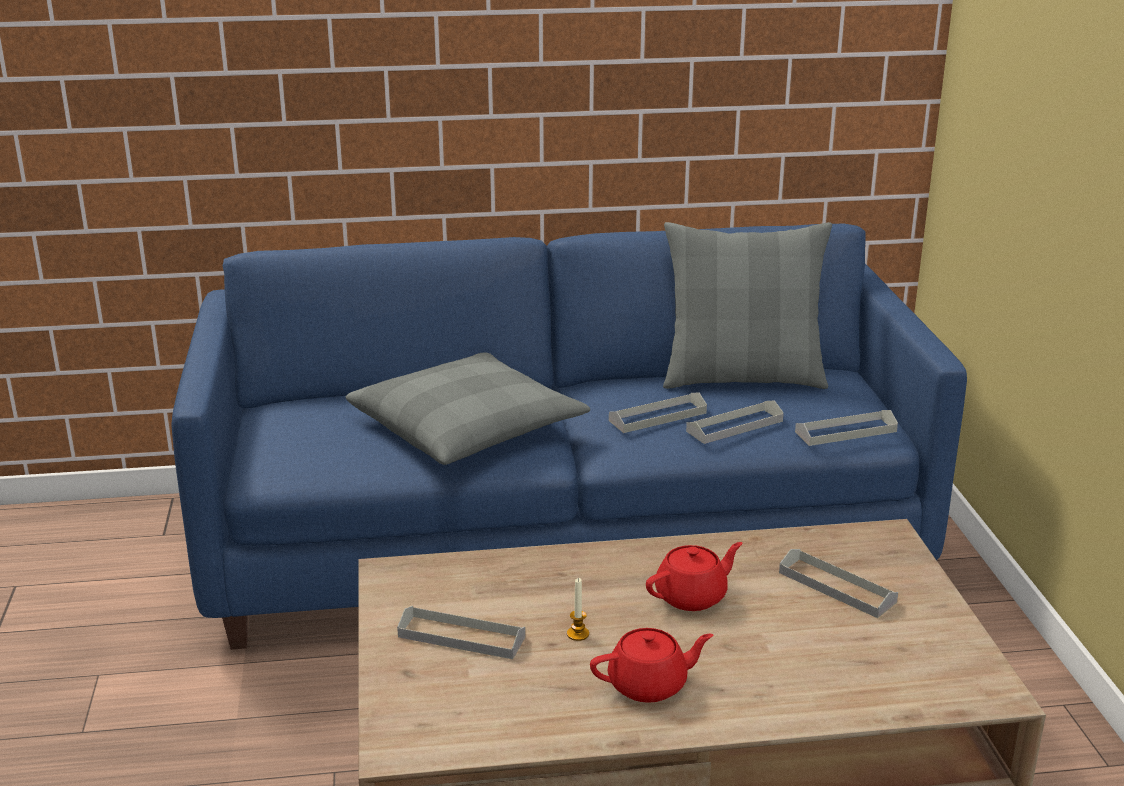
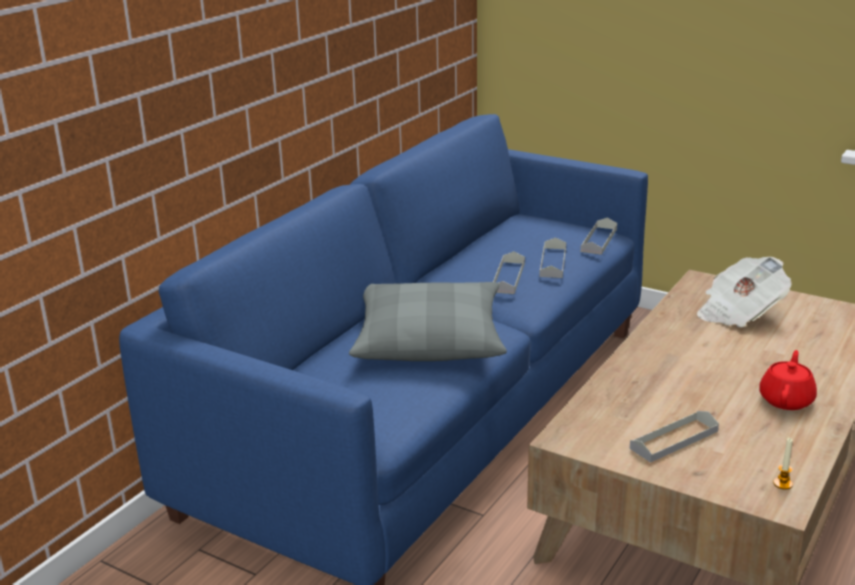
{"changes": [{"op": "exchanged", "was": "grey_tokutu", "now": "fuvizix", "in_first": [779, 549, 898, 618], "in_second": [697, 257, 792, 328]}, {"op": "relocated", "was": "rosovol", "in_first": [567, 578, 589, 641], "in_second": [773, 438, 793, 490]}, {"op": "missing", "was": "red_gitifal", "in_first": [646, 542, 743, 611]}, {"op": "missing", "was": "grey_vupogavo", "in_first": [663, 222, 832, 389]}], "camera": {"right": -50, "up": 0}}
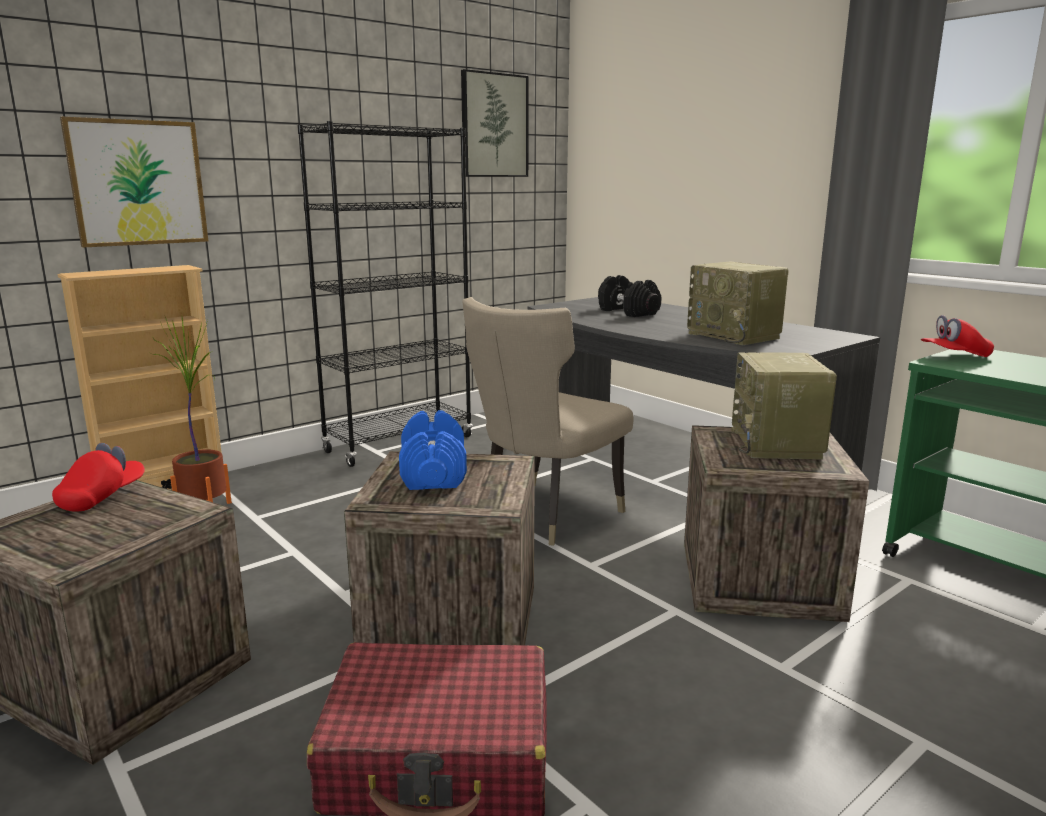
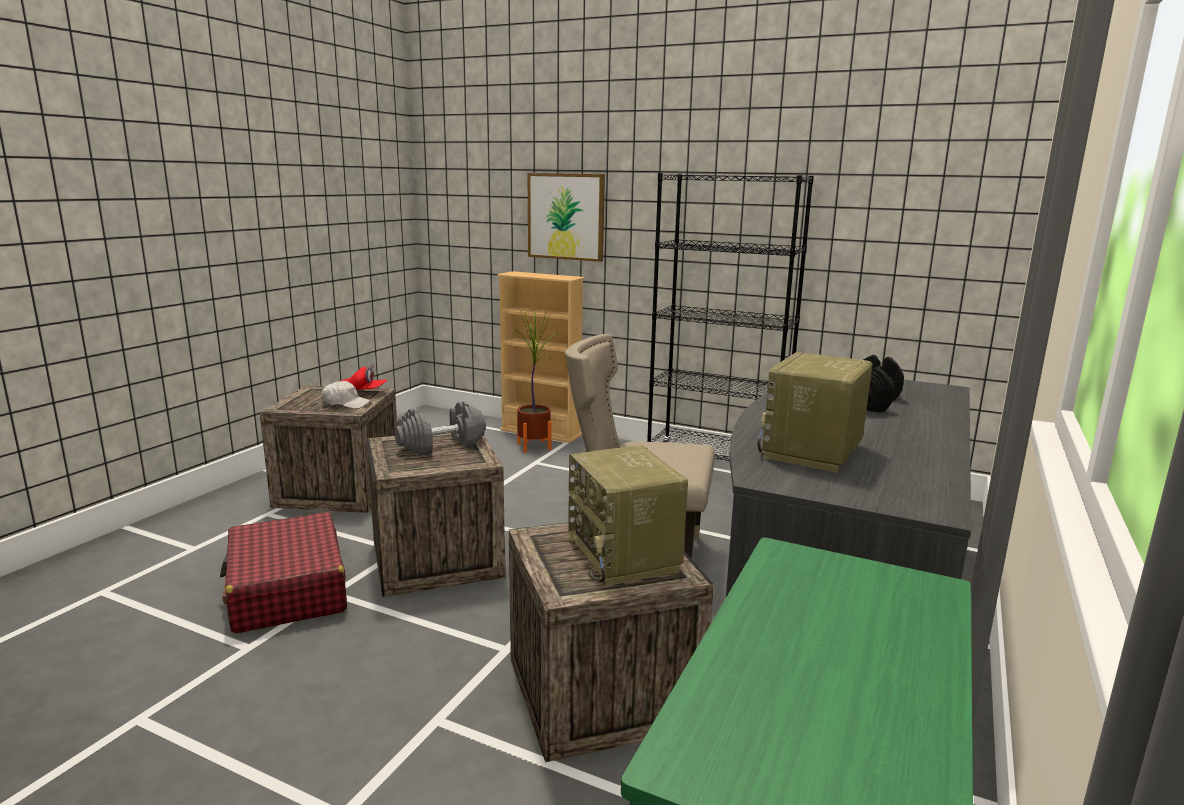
{"changes": [{"op": "appeared", "now": "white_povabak", "in_second": [321, 381, 371, 409]}, {"op": "colour", "was": "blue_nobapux", "now": "grey_nobapux", "in_first": [399, 410, 467, 490], "in_second": [395, 401, 486, 456]}, {"op": "spun", "was": "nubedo", "in_first": [731, 352, 837, 460], "in_second": [568, 445, 688, 586], "clockwise": -90}, {"op": "missing", "was": "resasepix", "in_first": [461, 69, 529, 177]}, {"op": "missing", "was": "red_povabak", "in_first": [921, 315, 994, 357]}], "camera": {"right": 65, "up": 0}}
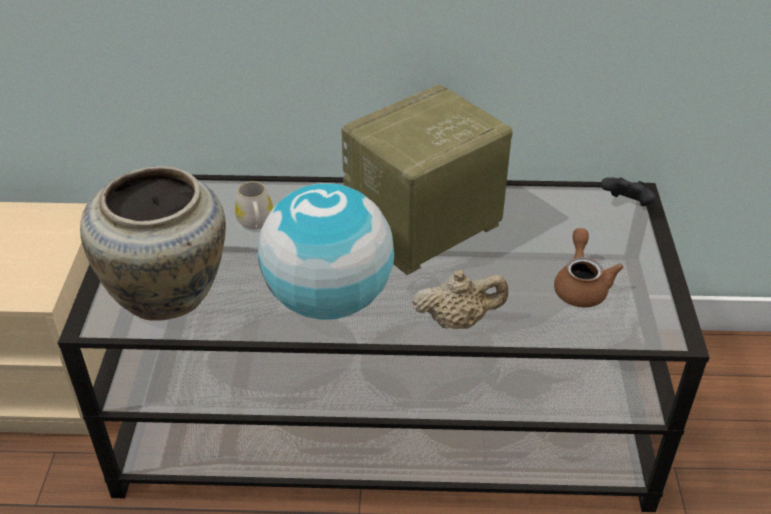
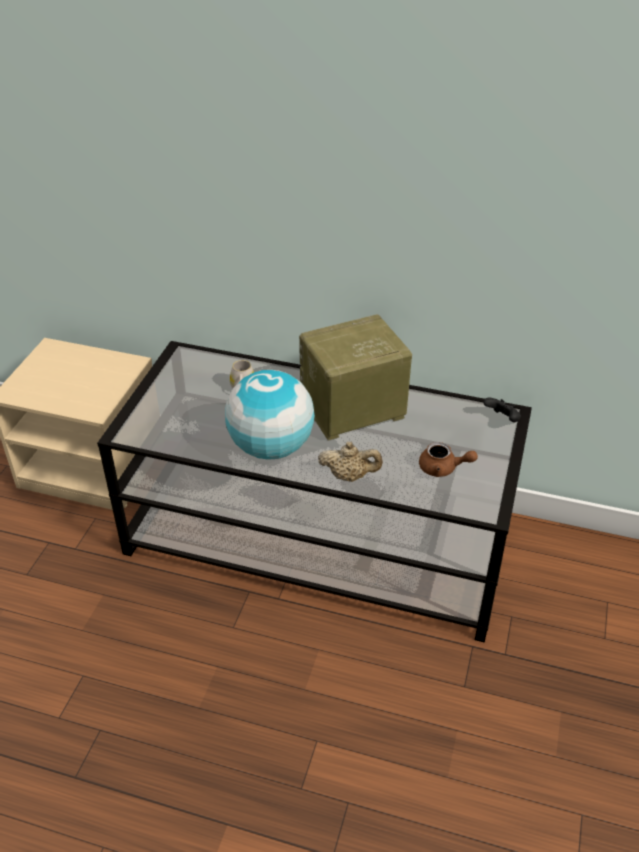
{"changes": [{"op": "spun", "was": "brown_gitifal", "in_first": [554, 228, 623, 308], "in_second": [419, 442, 478, 477], "clockwise": 90}, {"op": "missing", "was": "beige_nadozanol", "in_first": [80, 166, 226, 321]}], "camera": {"right": 15, "up": 0}}
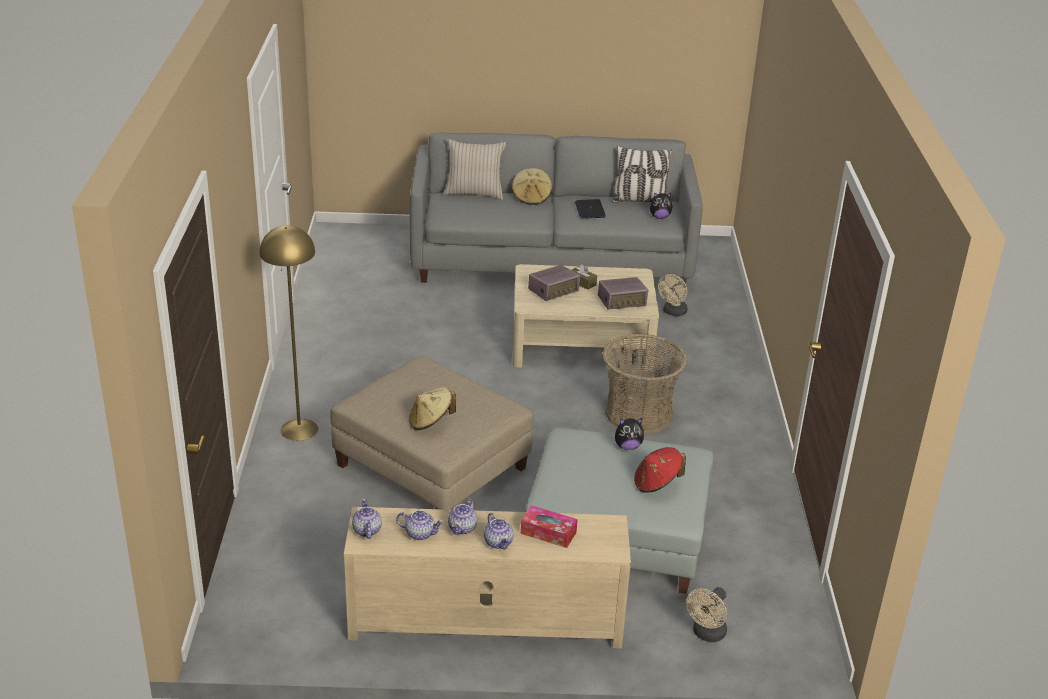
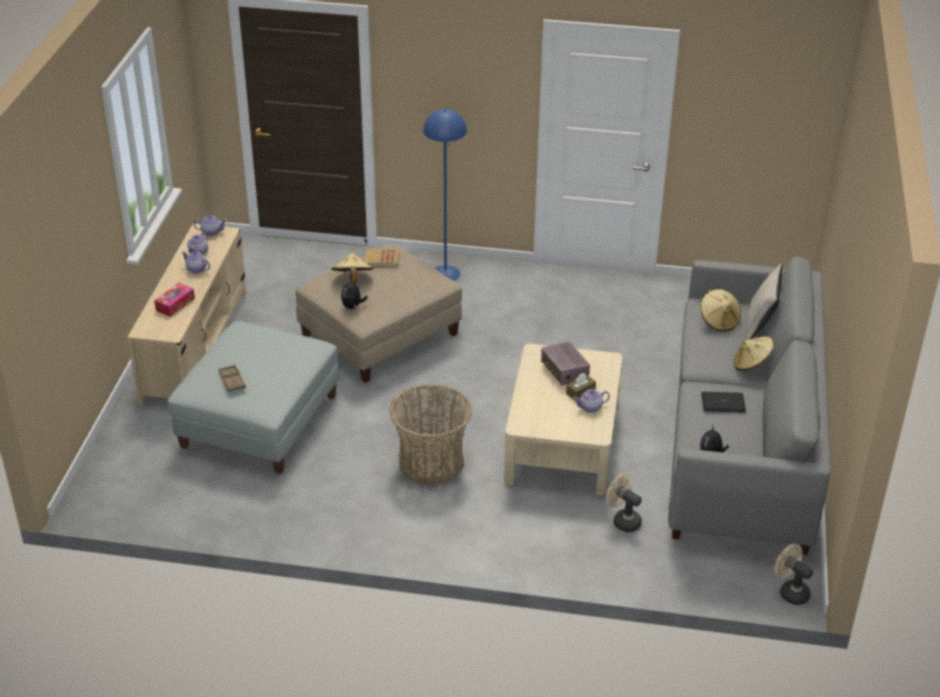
{"changes": [{"op": "exchanged", "was": "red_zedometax", "now": "brown_tokutu", "in_first": [634, 447, 686, 493], "in_second": [218, 365, 246, 392]}, {"op": "relocated", "was": "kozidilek", "in_first": [615, 418, 644, 450], "in_second": [341, 277, 368, 309]}, {"op": "appeared", "now": "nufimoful", "in_second": [365, 249, 400, 267]}, {"op": "colour", "was": "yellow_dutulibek", "now": "blue_dutulibek", "in_first": [260, 225, 318, 441], "in_second": [423, 109, 467, 281]}, {"op": "relocated", "was": "gitifal", "in_first": [484, 513, 514, 550], "in_second": [574, 389, 610, 413]}, {"op": "appeared", "now": "beige_zedometax", "in_second": [701, 289, 741, 332]}, {"op": "relocated", "was": "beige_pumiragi", "in_first": [686, 587, 727, 642], "in_second": [775, 544, 813, 605]}, {"op": "missing", "was": "nubedo", "in_first": [598, 277, 648, 310]}, {"op": "missing", "was": "vupogavo", "in_first": [612, 146, 672, 202]}], "camera": {"right": 100, "up": 5}}
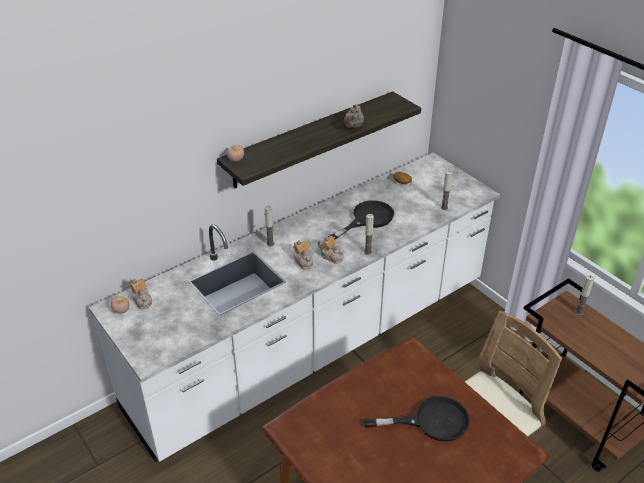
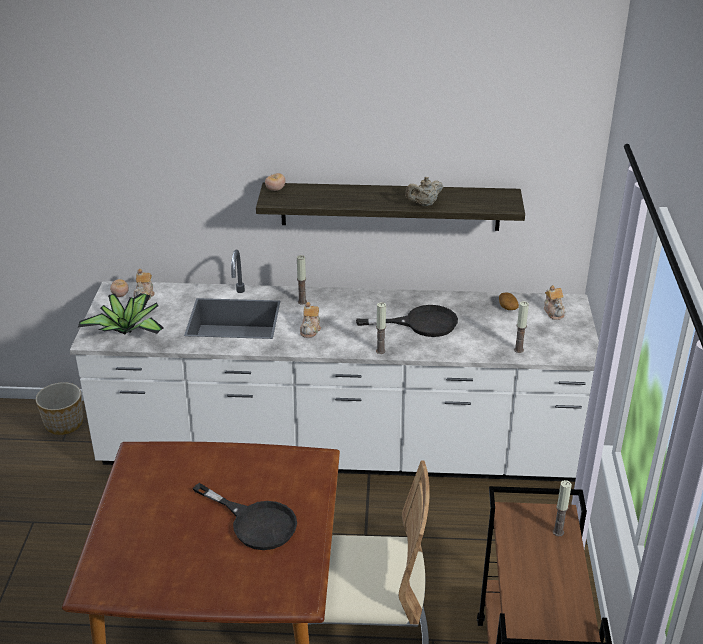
{"changes": [{"op": "appeared", "now": "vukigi", "in_second": [36, 382, 83, 435]}, {"op": "appeared", "now": "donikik", "in_second": [78, 293, 164, 335]}, {"op": "relocated", "was": "gitifal", "in_first": [318, 236, 345, 264], "in_second": [544, 285, 566, 320]}], "camera": {"right": 40, "up": -5}}
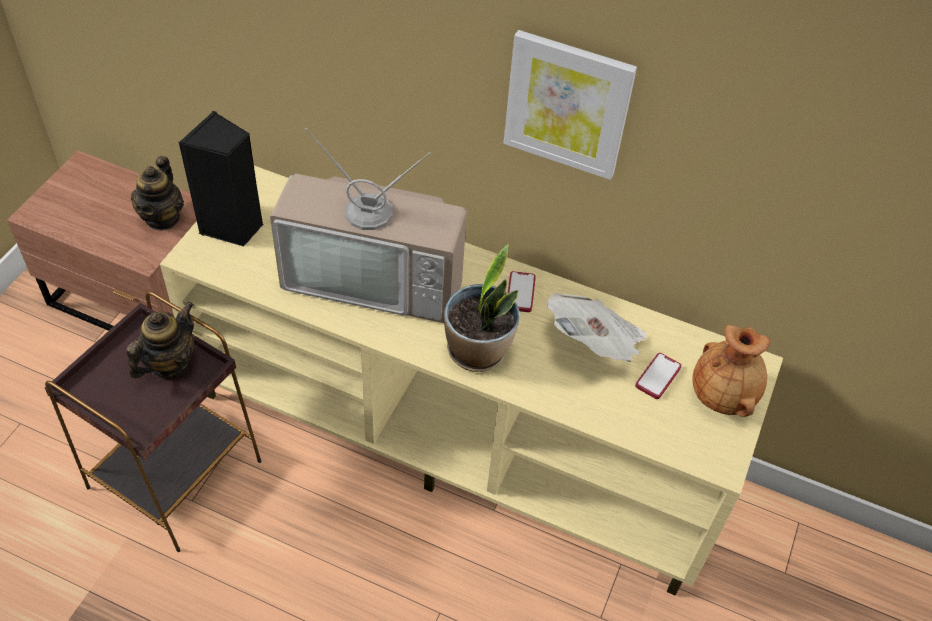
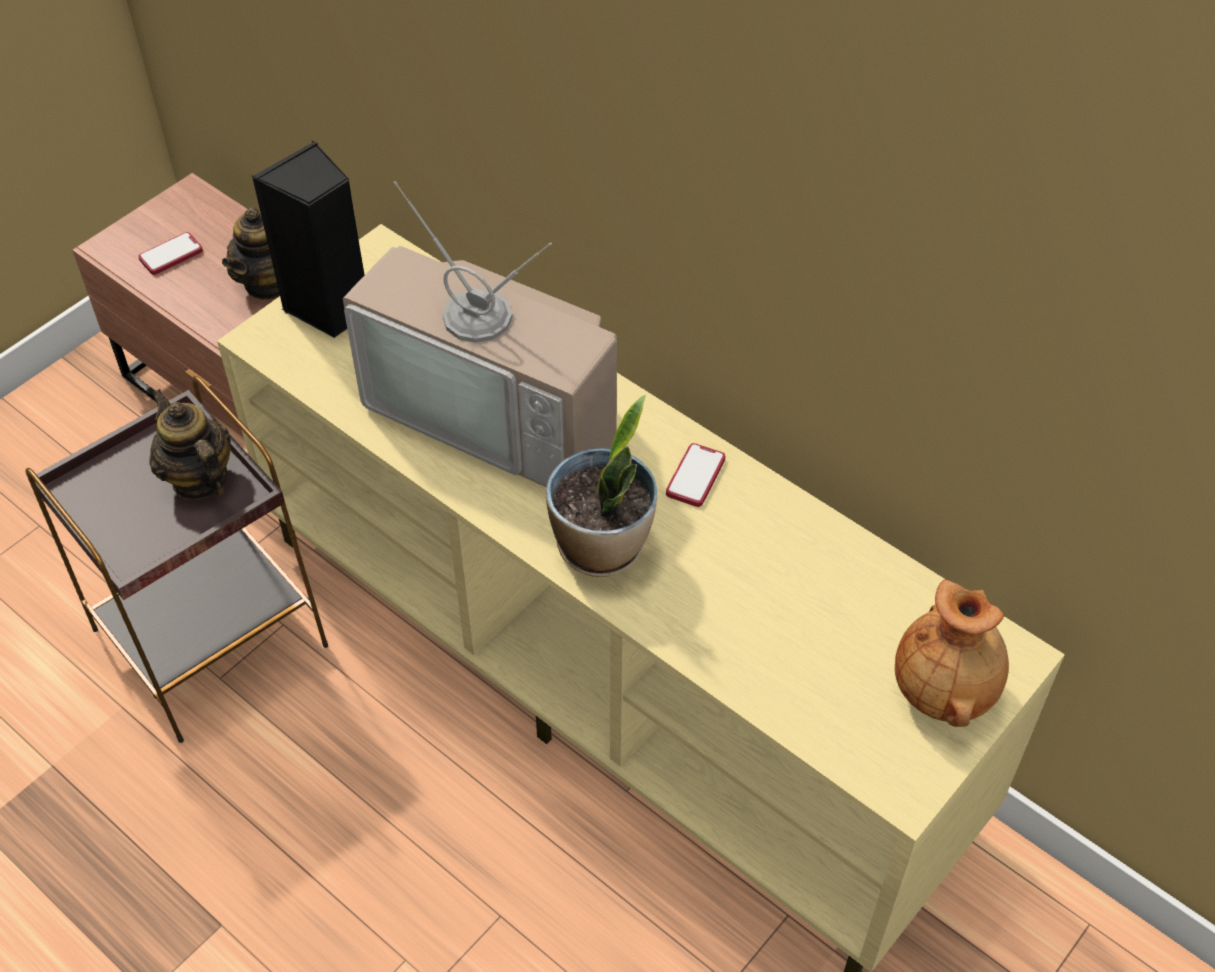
{"changes": [{"op": "relocated", "was": "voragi", "in_first": [635, 353, 681, 399], "in_second": [138, 232, 203, 275]}, {"op": "spun", "was": "gitifal", "in_first": [126, 302, 194, 379], "in_second": [149, 389, 231, 500], "clockwise": -90}, {"op": "missing", "was": "resasepix", "in_first": [504, 30, 637, 180]}, {"op": "missing", "was": "fuvizix", "in_first": [547, 293, 647, 362]}], "camera": {"right": 20, "up": 0}}
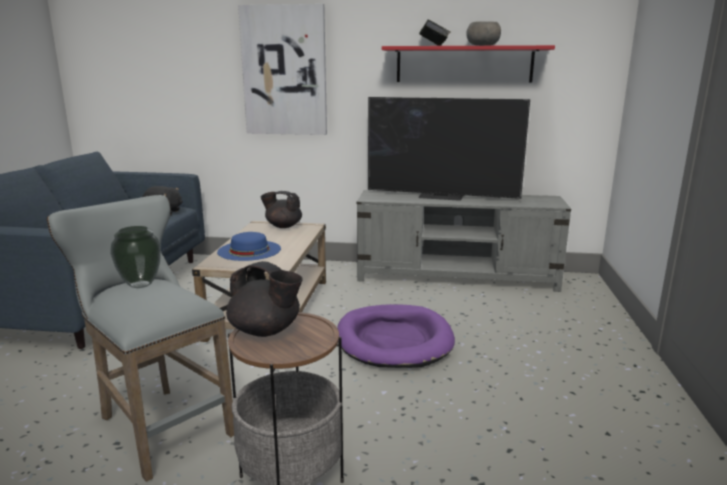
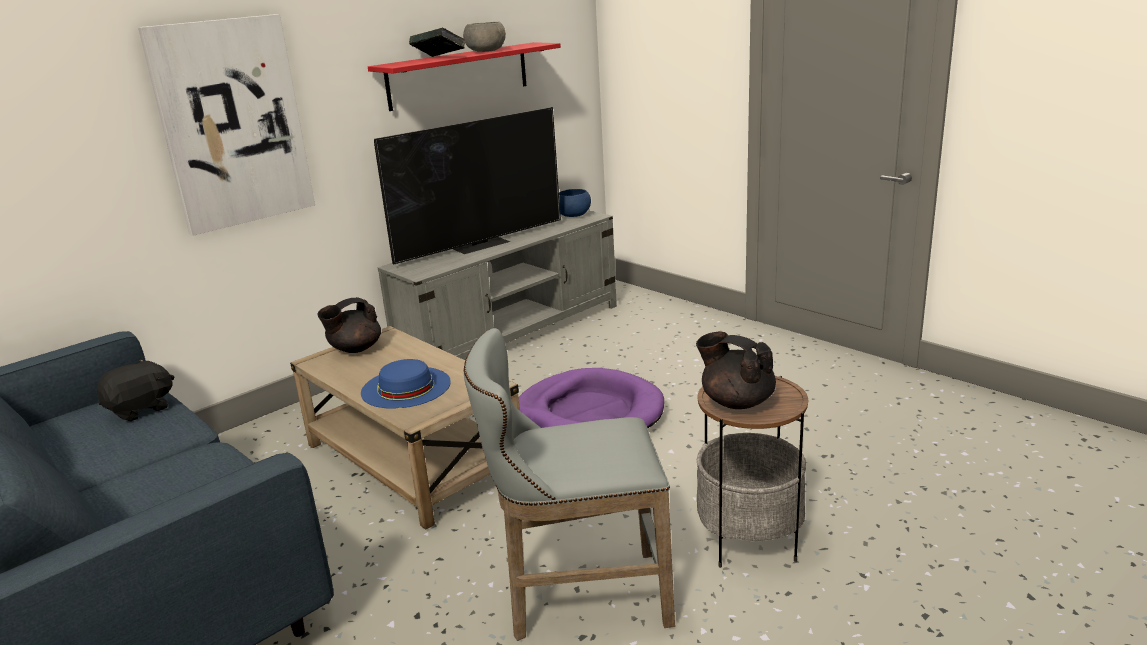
{"changes": [{"op": "appeared", "now": "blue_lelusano", "in_second": [559, 189, 591, 217]}, {"op": "spun", "was": "black_gitifal", "in_first": [226, 261, 303, 337], "in_second": [696, 332, 776, 409], "clockwise": -120}, {"op": "missing", "was": "nadozanol", "in_first": [110, 226, 161, 288]}], "camera": {"right": -50, "up": 5}}
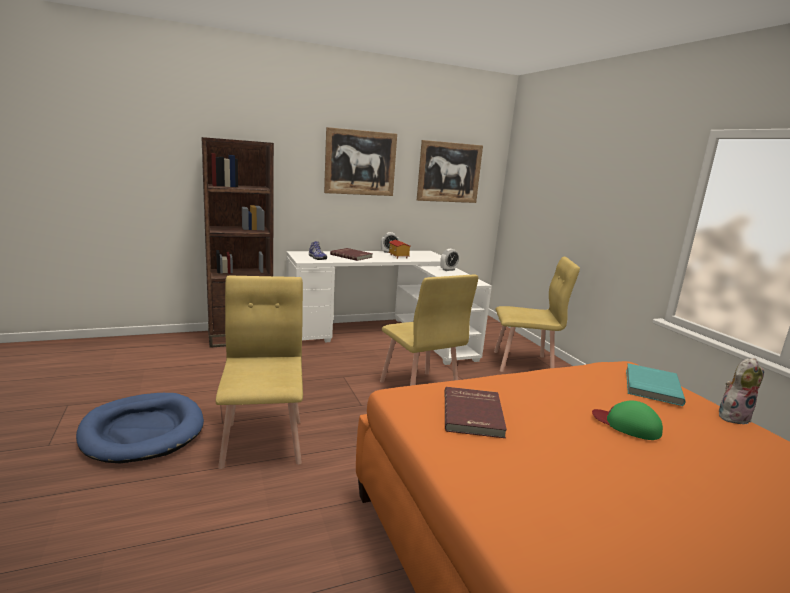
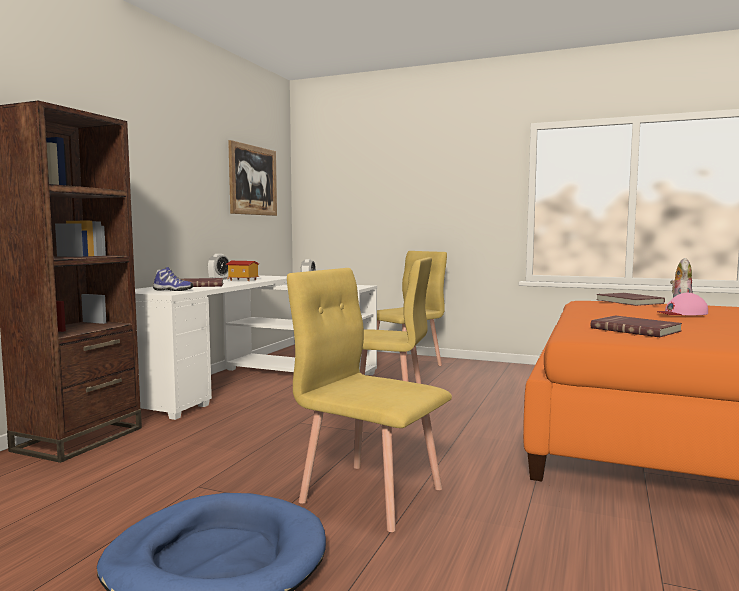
{"changes": [{"op": "colour", "was": "turquoise_nufimoful", "now": "red_nufimoful", "in_first": [626, 363, 686, 406], "in_second": [596, 293, 665, 306]}, {"op": "colour", "was": "green_povabak", "now": "pink_povabak", "in_first": [592, 401, 663, 440], "in_second": [657, 293, 708, 316]}, {"op": "missing", "was": "resasepix", "in_first": [324, 127, 397, 196]}], "camera": {"right": -45, "up": -10}}
